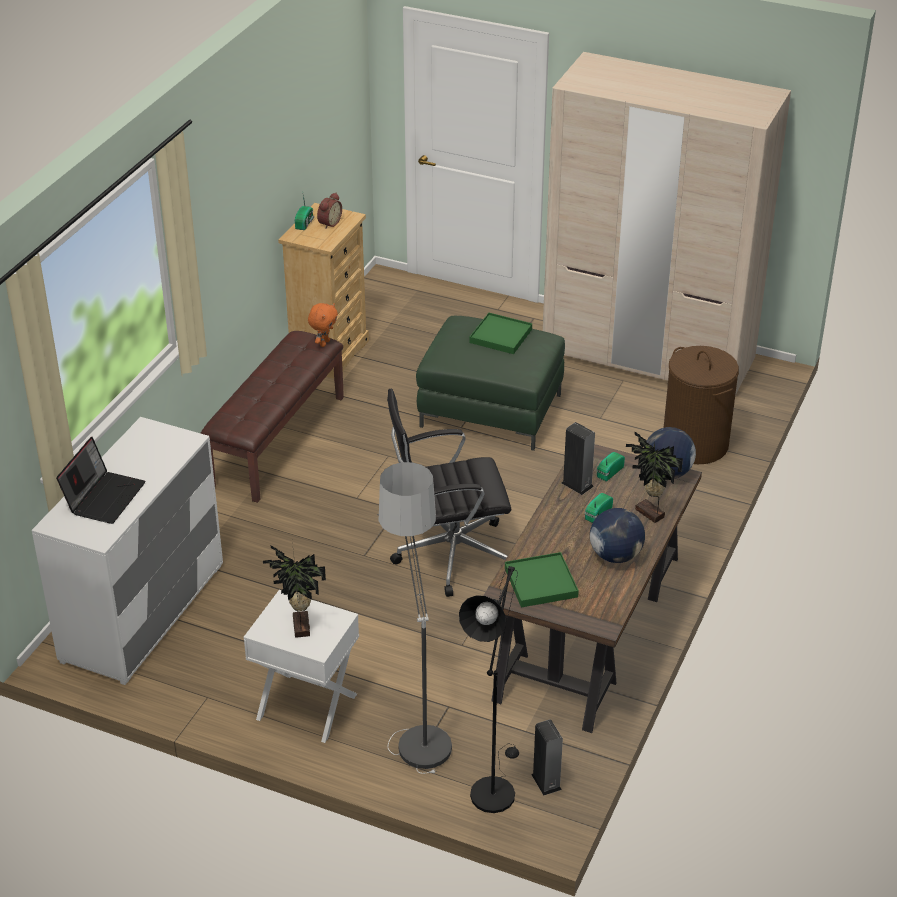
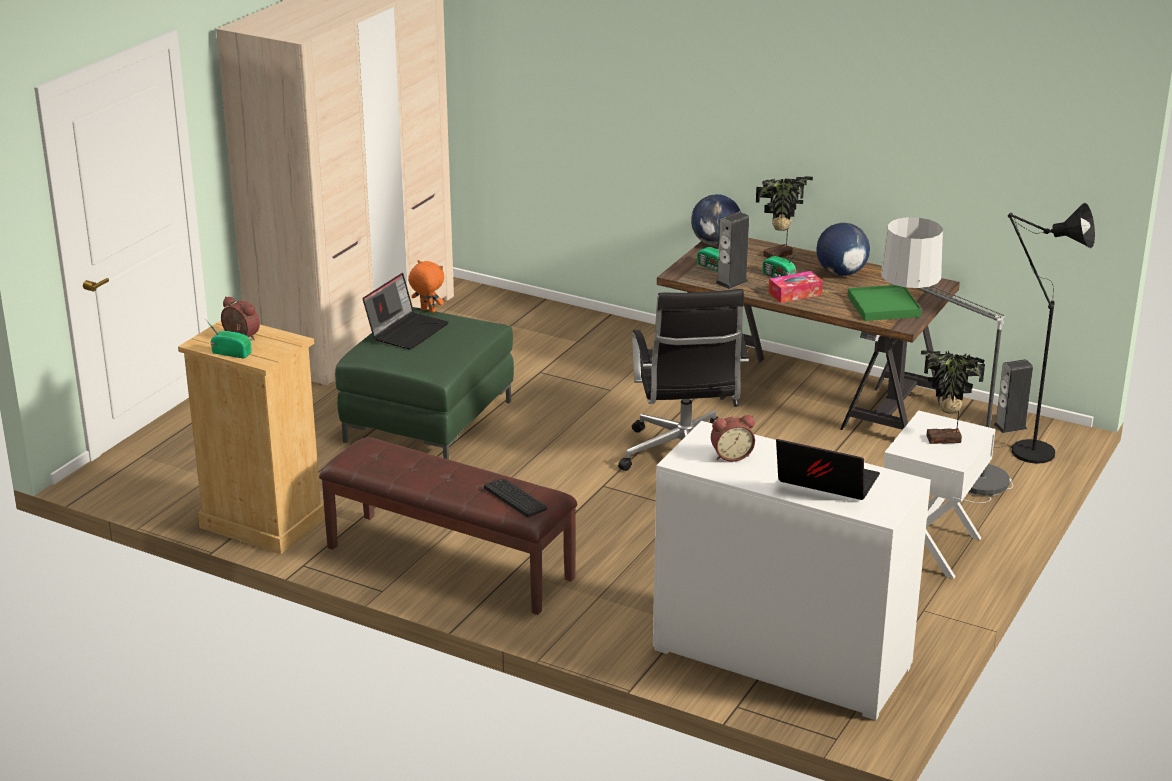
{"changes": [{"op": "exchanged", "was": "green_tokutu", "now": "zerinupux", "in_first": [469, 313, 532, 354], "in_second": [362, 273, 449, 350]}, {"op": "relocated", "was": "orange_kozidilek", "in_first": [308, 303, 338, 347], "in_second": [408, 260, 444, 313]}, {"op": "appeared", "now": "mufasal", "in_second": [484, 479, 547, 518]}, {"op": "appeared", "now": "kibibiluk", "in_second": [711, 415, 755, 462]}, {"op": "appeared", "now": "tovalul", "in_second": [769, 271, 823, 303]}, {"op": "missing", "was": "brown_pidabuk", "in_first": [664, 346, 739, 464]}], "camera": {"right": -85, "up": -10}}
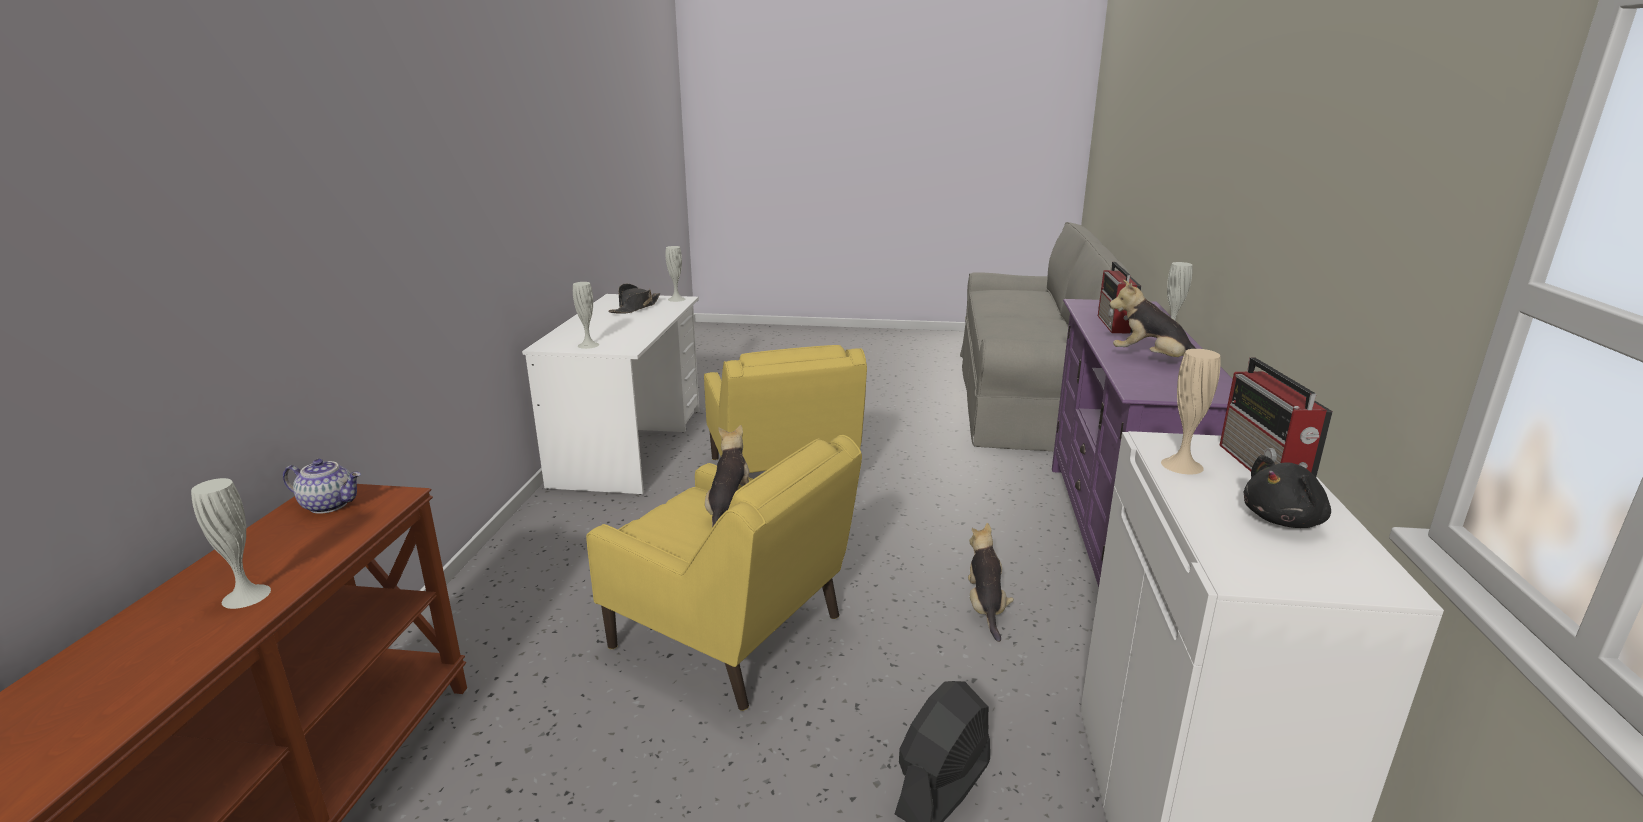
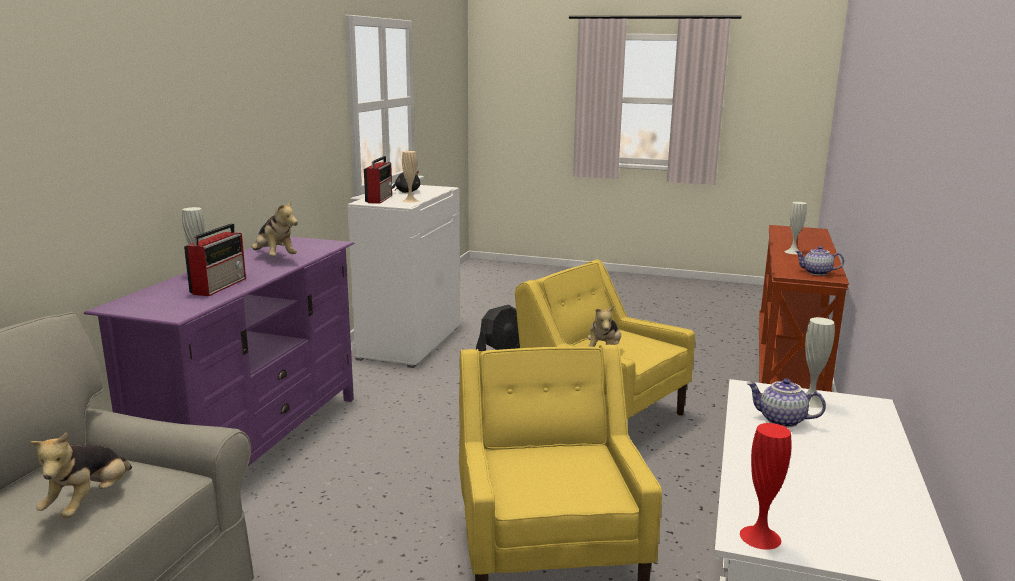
{"changes": [{"op": "relocated", "was": "kozidilek", "in_first": [968, 523, 1014, 642], "in_second": [29, 432, 132, 518]}, {"op": "colour", "was": "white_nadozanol", "now": "red_nadozanol", "in_first": [666, 246, 685, 302], "in_second": [740, 423, 791, 550]}, {"op": "appeared", "now": "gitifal", "in_second": [746, 378, 826, 427]}, {"op": "missing", "was": "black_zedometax", "in_first": [608, 284, 660, 314]}], "camera": {"right": -170, "up": -5}}
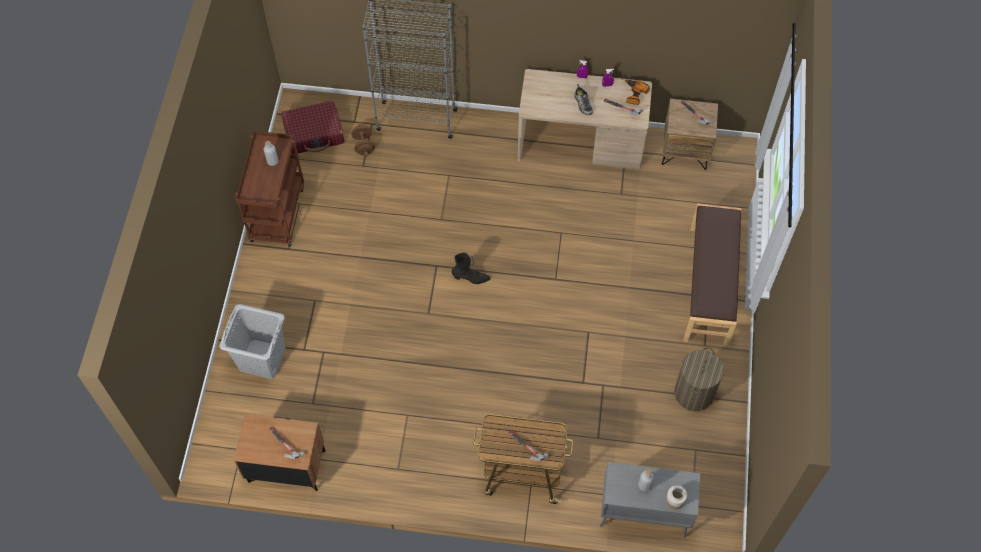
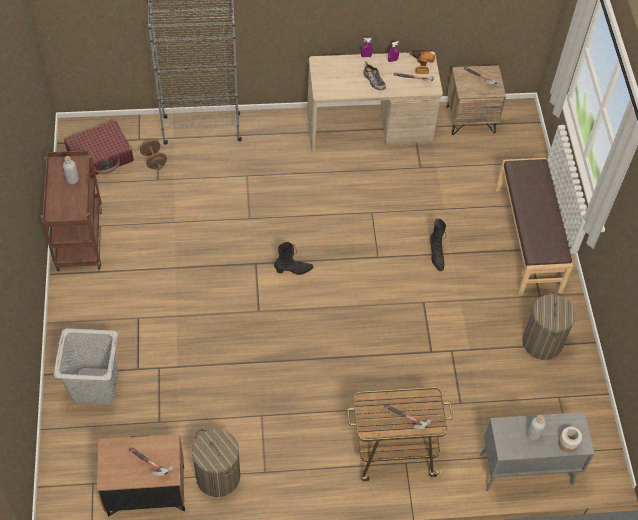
{"changes": [{"op": "appeared", "now": "pidabuk", "in_second": [192, 429, 240, 497]}, {"op": "appeared", "now": "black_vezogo", "in_second": [430, 218, 446, 271]}], "camera": {"right": -15, "up": -5}}
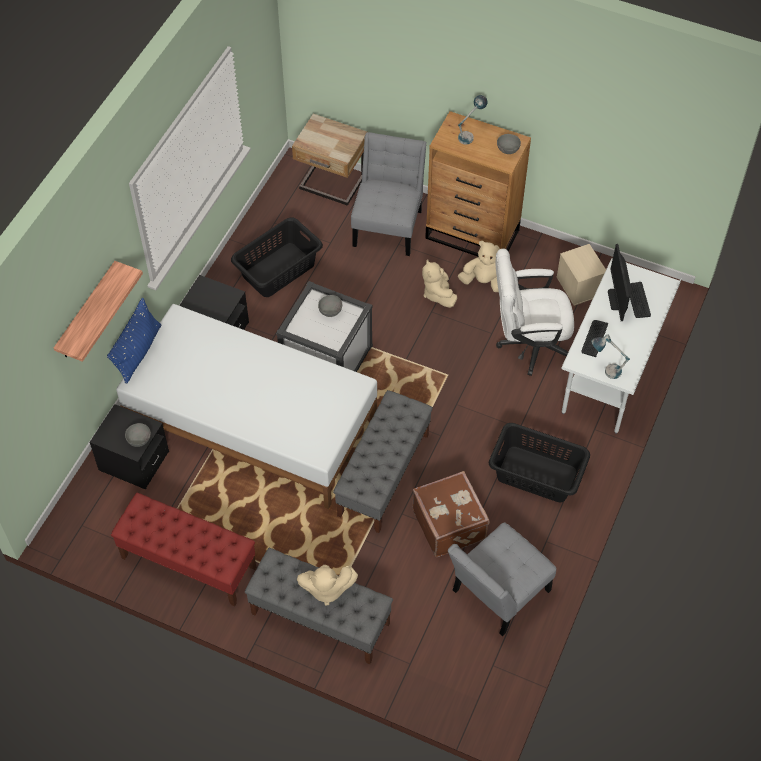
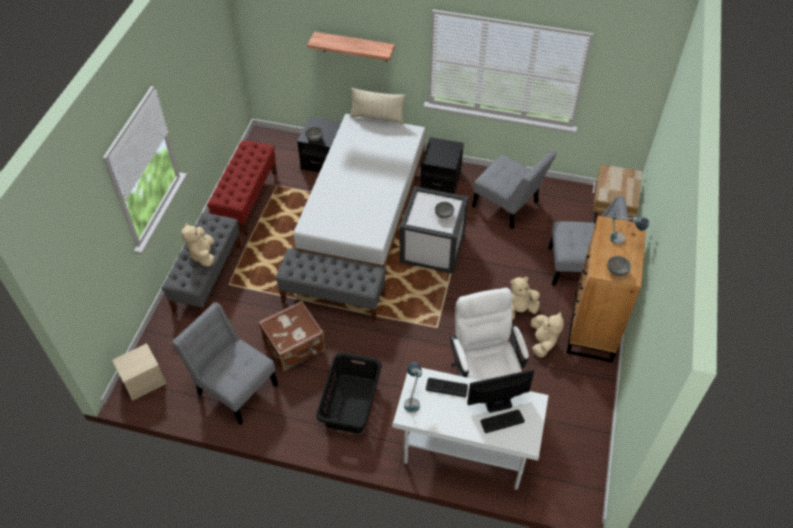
{"changes": [{"op": "relocated", "was": "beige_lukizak", "in_first": [557, 244, 606, 306], "in_second": [112, 343, 166, 401]}, {"op": "colour", "was": "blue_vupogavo", "now": "beige_vupogavo", "in_first": [107, 298, 161, 384], "in_second": [350, 88, 406, 124]}, {"op": "exchanged", "was": "black_pidabuk", "now": "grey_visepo", "in_first": [231, 217, 323, 297], "in_second": [472, 150, 557, 229]}], "camera": {"right": 80, "up": -5}}
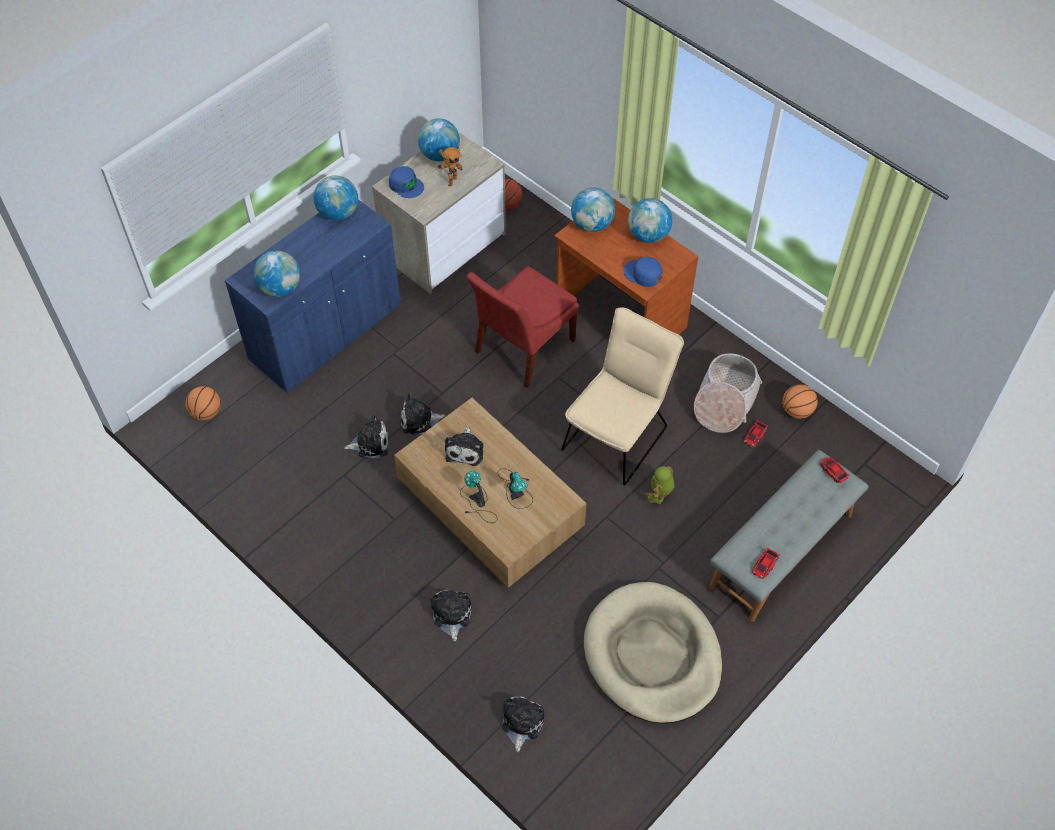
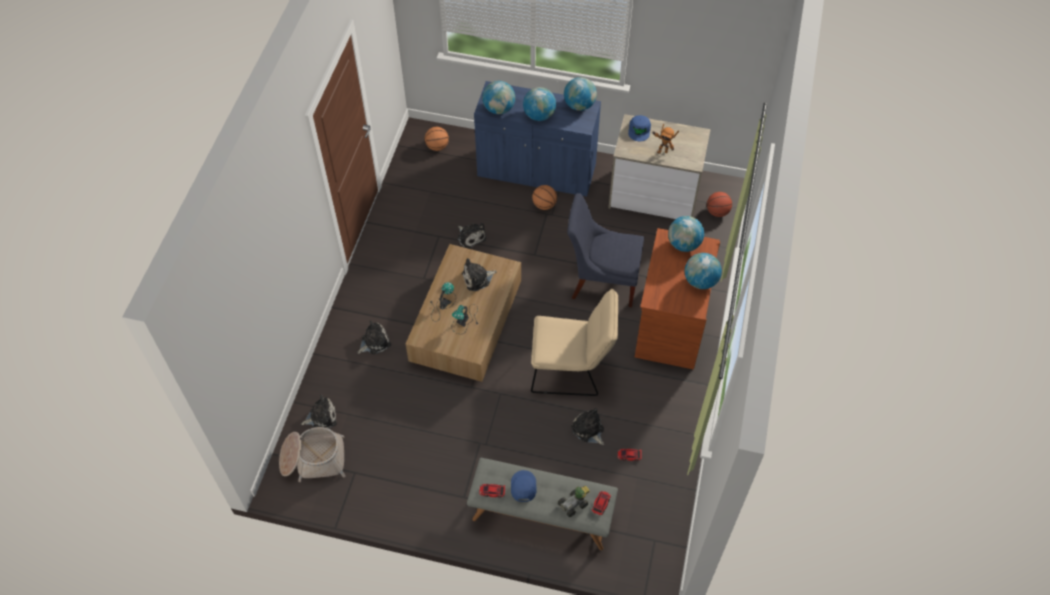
{"changes": [{"op": "relocated", "was": "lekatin", "in_first": [694, 353, 763, 433], "in_second": [279, 427, 345, 482]}, {"op": "relocated", "was": "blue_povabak", "in_first": [623, 257, 662, 287], "in_second": [511, 470, 536, 502]}, {"op": "relocated", "was": "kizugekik", "in_first": [418, 118, 460, 161], "in_second": [523, 87, 556, 121]}, {"op": "relocated", "was": "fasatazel", "in_first": [782, 384, 818, 419], "in_second": [532, 185, 557, 210]}, {"op": "appeared", "now": "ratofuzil", "in_second": [558, 486, 590, 517]}, {"op": "colour", "was": "red_visepo", "now": "blue_visepo", "in_first": [466, 266, 579, 388], "in_second": [567, 193, 644, 307]}, {"op": "relocated", "was": "kozidilek", "in_first": [401, 392, 445, 435], "in_second": [571, 408, 604, 445]}, {"op": "missing", "was": "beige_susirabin", "in_first": [584, 582, 722, 724]}, {"op": "missing", "was": "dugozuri", "in_first": [646, 466, 675, 504]}], "camera": {"right": 60, "up": 0}}
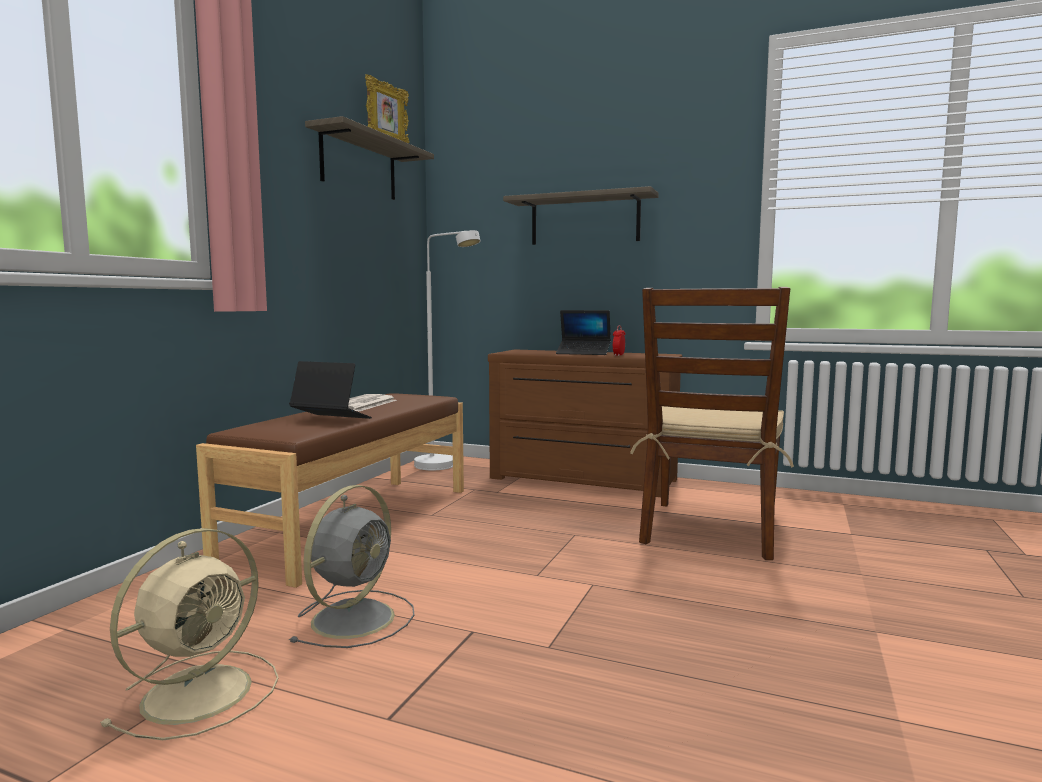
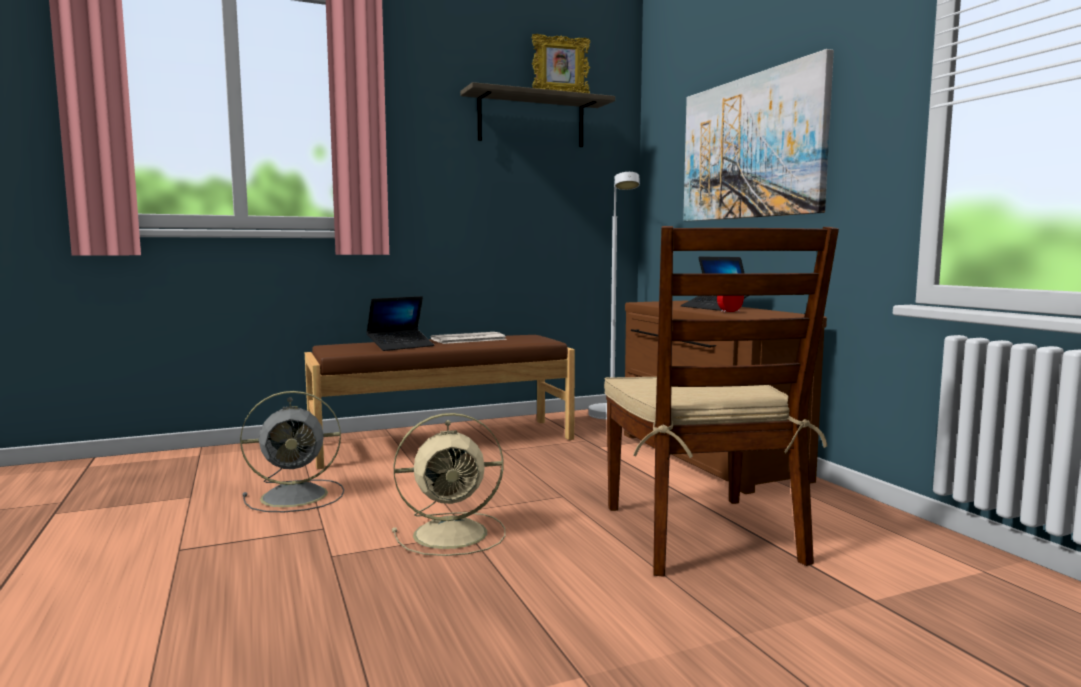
{"changes": [{"op": "spun", "was": "zerinupux", "in_first": [289, 361, 372, 419], "in_second": [366, 296, 434, 351], "clockwise": 75}, {"op": "relocated", "was": "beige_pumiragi", "in_first": [100, 528, 279, 740], "in_second": [392, 413, 506, 556]}, {"op": "spun", "was": "brown_visepo", "in_first": [630, 287, 794, 560], "in_second": [604, 226, 839, 577], "clockwise": -75}, {"op": "exchanged", "was": "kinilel", "now": "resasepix", "in_first": [503, 186, 659, 245], "in_second": [683, 49, 834, 222]}], "camera": {"right": 45, "up": 0}}
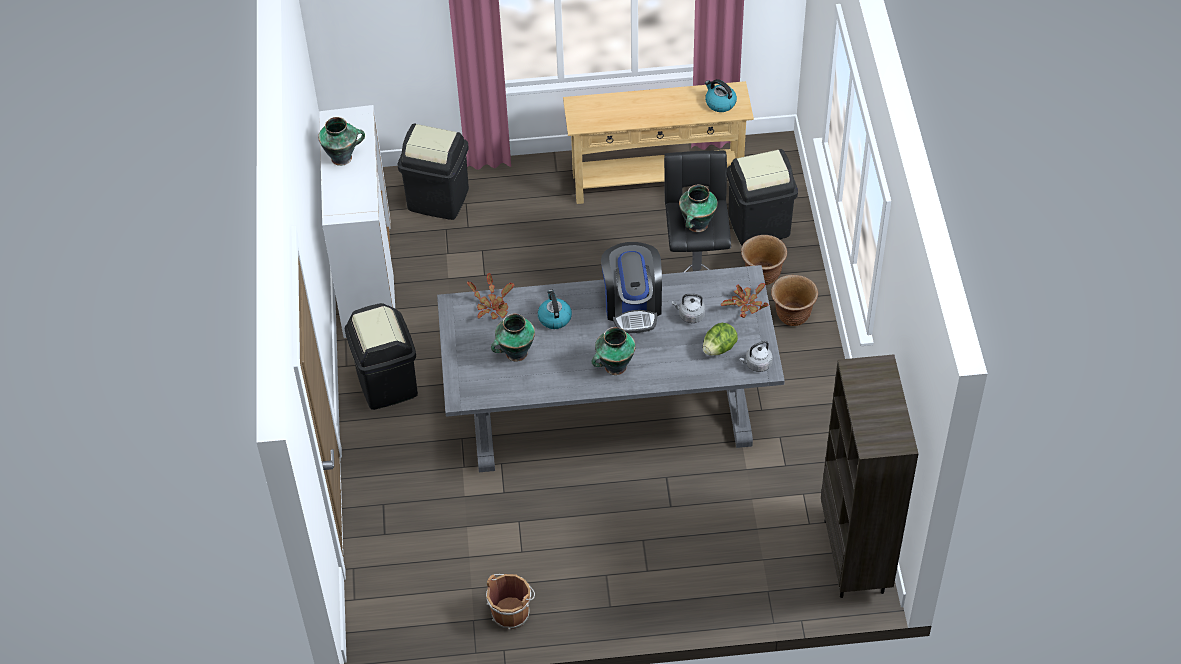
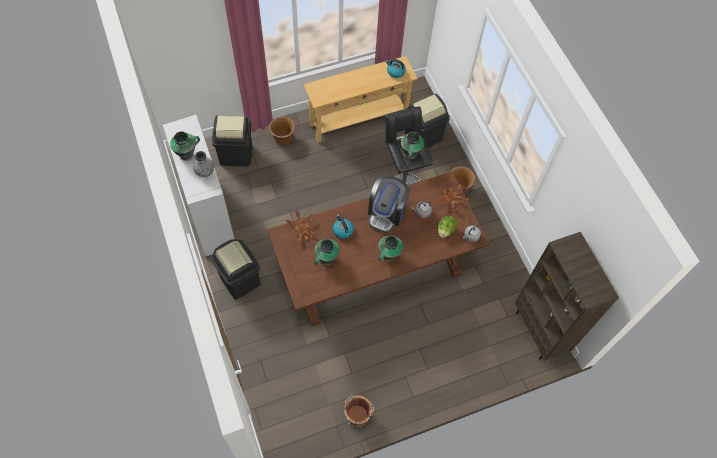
{"changes": [{"op": "appeared", "now": "grey_nadozanol", "in_second": [193, 151, 214, 177]}, {"op": "colour", "was": "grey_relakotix", "now": "brown_relakotix", "in_first": [437, 265, 785, 472], "in_second": [267, 172, 489, 327]}, {"op": "relocated", "was": "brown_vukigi", "in_first": [741, 235, 787, 285], "in_second": [269, 116, 295, 145]}, {"op": "spun", "was": "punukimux", "in_first": [601, 242, 662, 333], "in_second": [368, 176, 410, 233], "clockwise": 45}], "camera": {"right": -20, "up": 10}}
